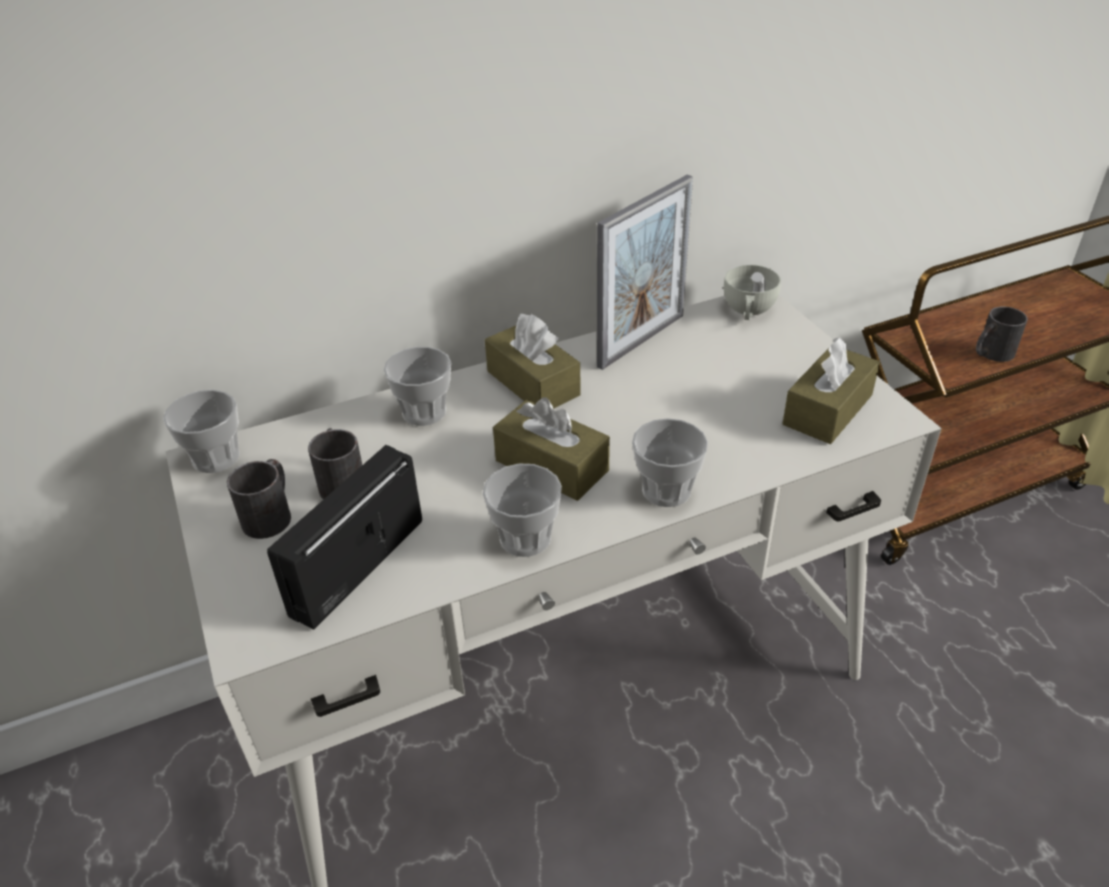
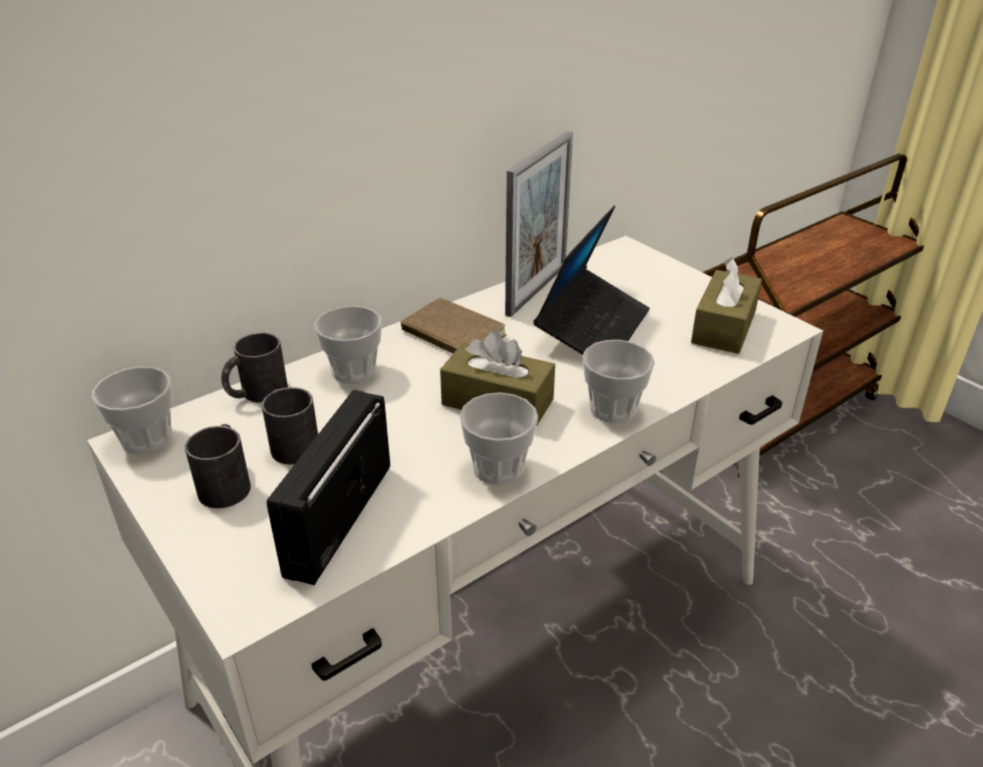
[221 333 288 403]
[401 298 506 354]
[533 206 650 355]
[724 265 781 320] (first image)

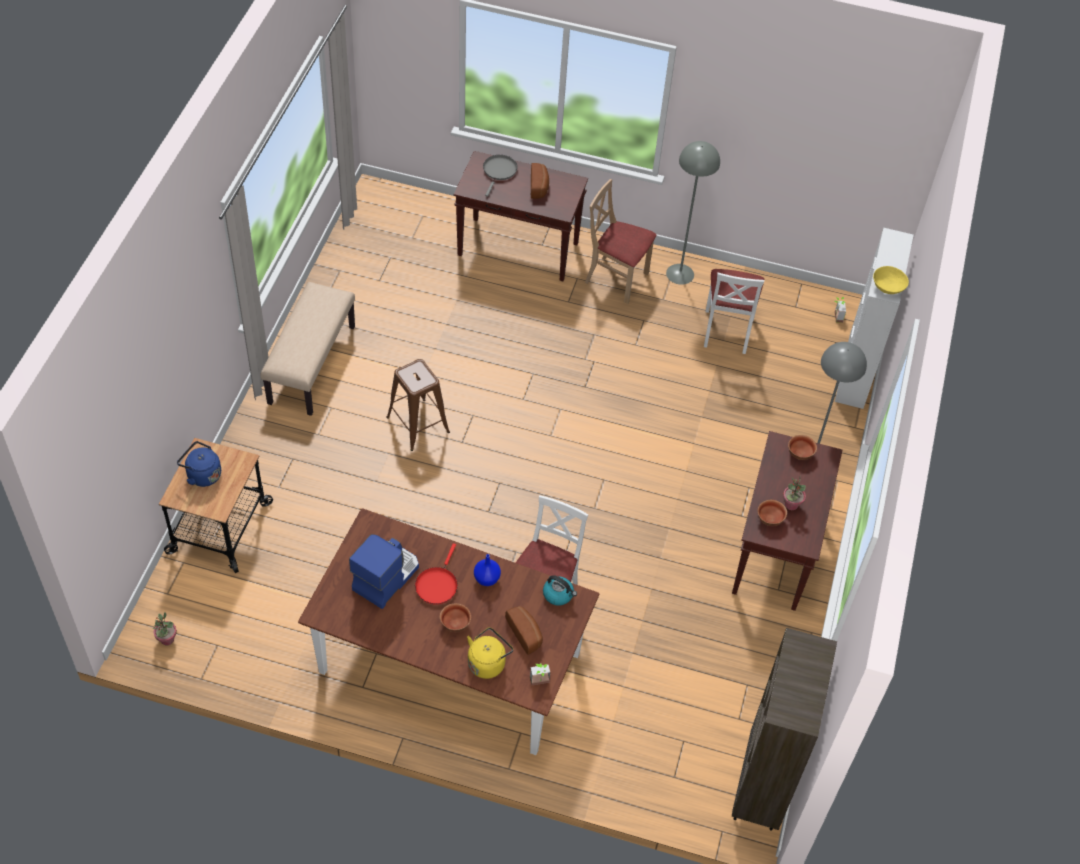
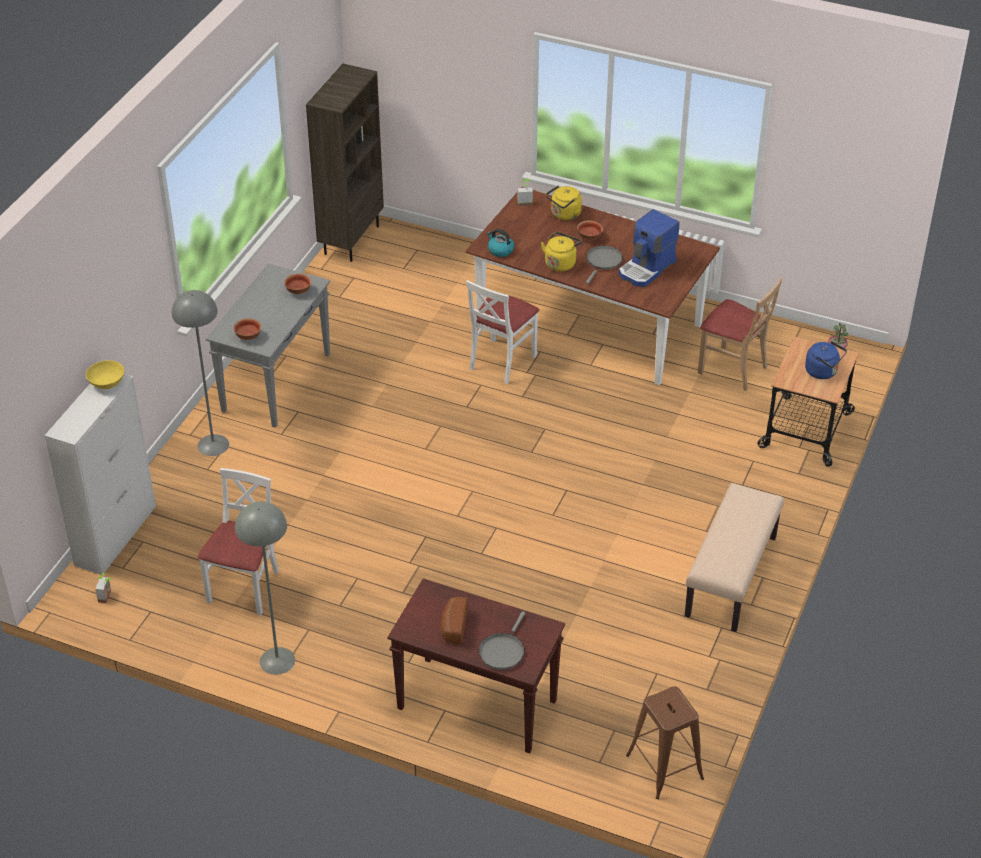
[206 264 330 428]
[541 232 582 272]
[586 246 623 284]
[626 686 704 799]
[698 277 783 391]
[505 606 543 655] (first image)
[783 475 806 510] (first image)

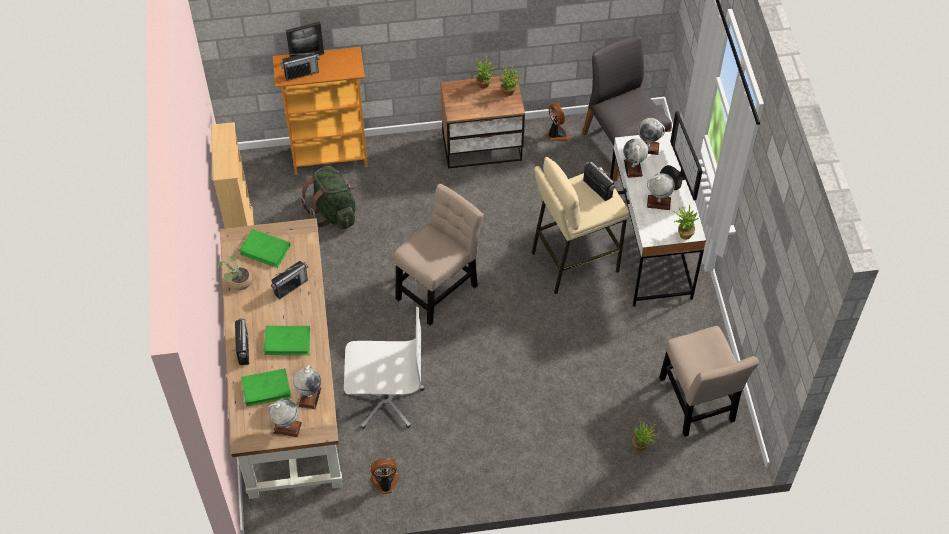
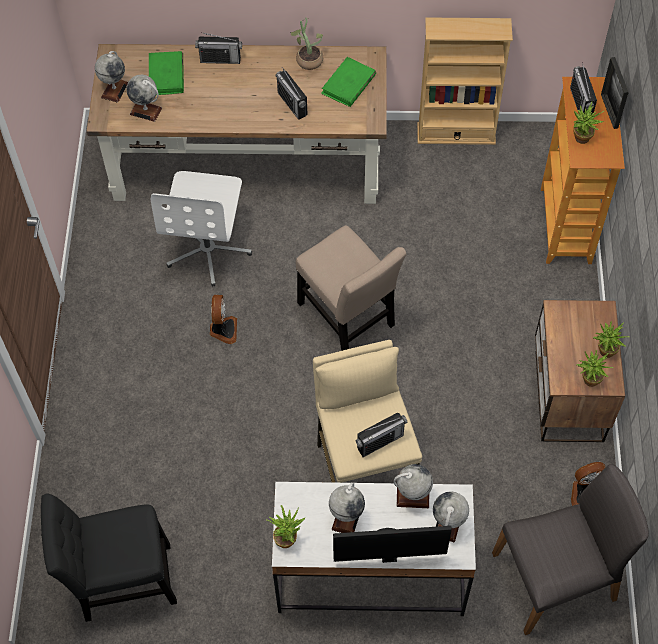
[41 493 177 622]
[210 295 237 344]
[573 102 604 144]
[264 326 310 355] (first image)
[300 166 356 230] (first image)

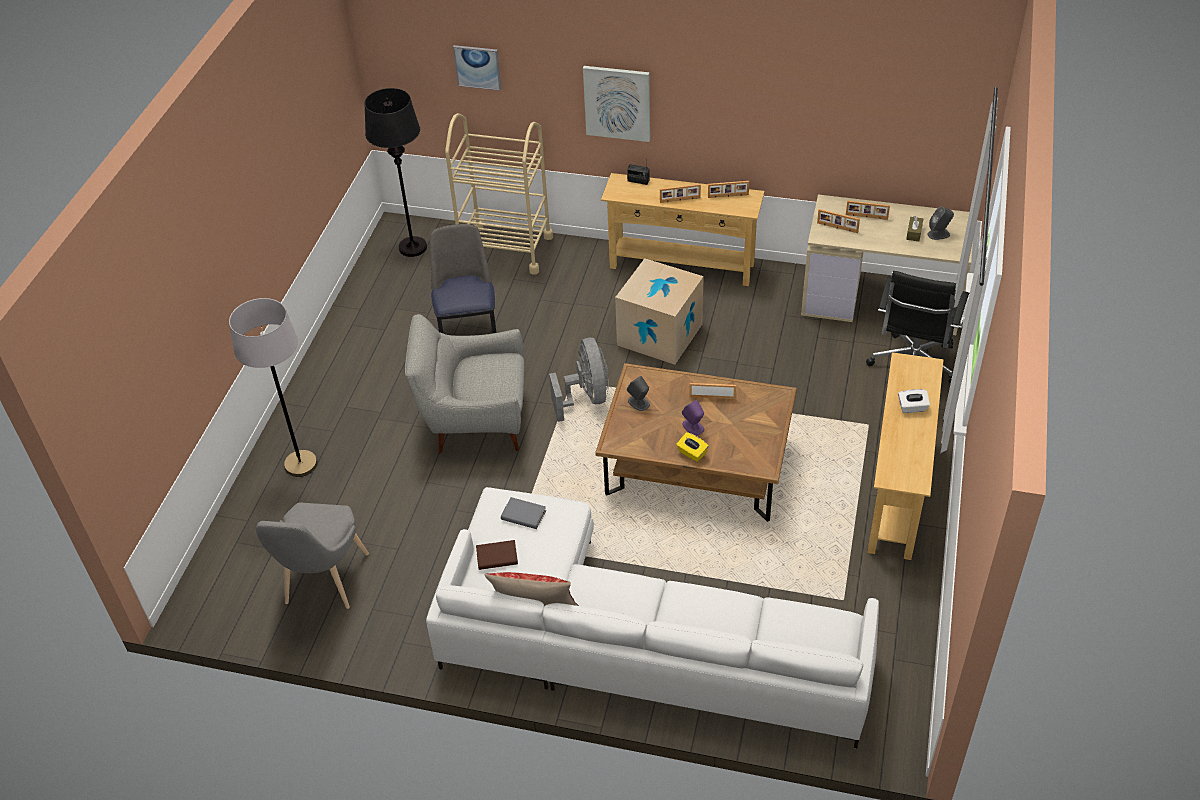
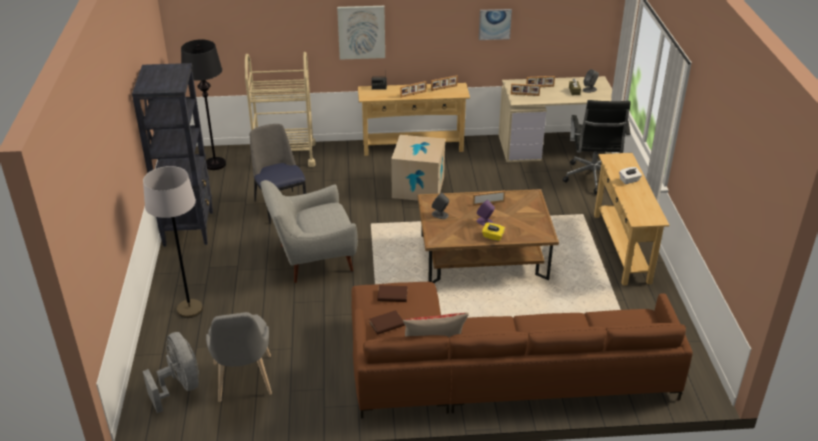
[132 63 213 247]
[143 332 199 413]
[351 282 693 418]
[377 285 408 302]
[479 9 512 40]

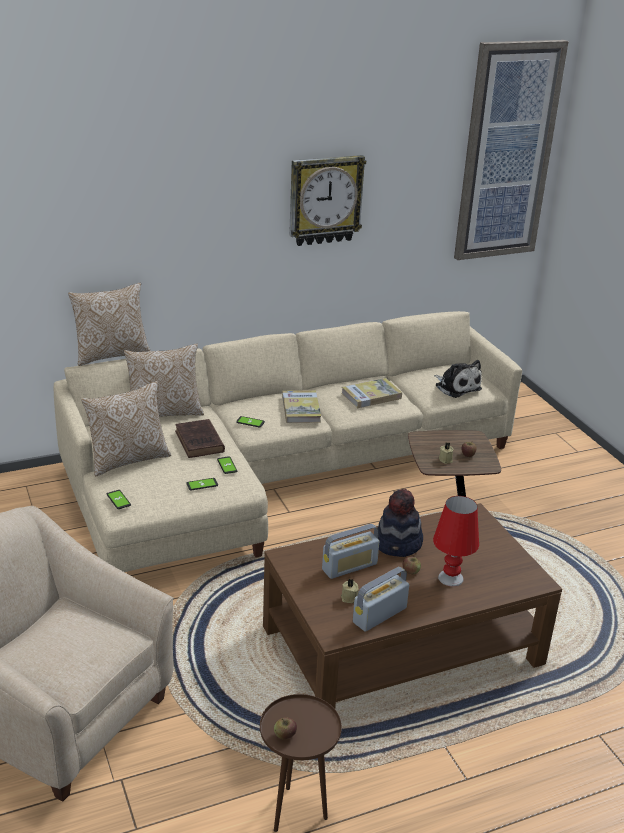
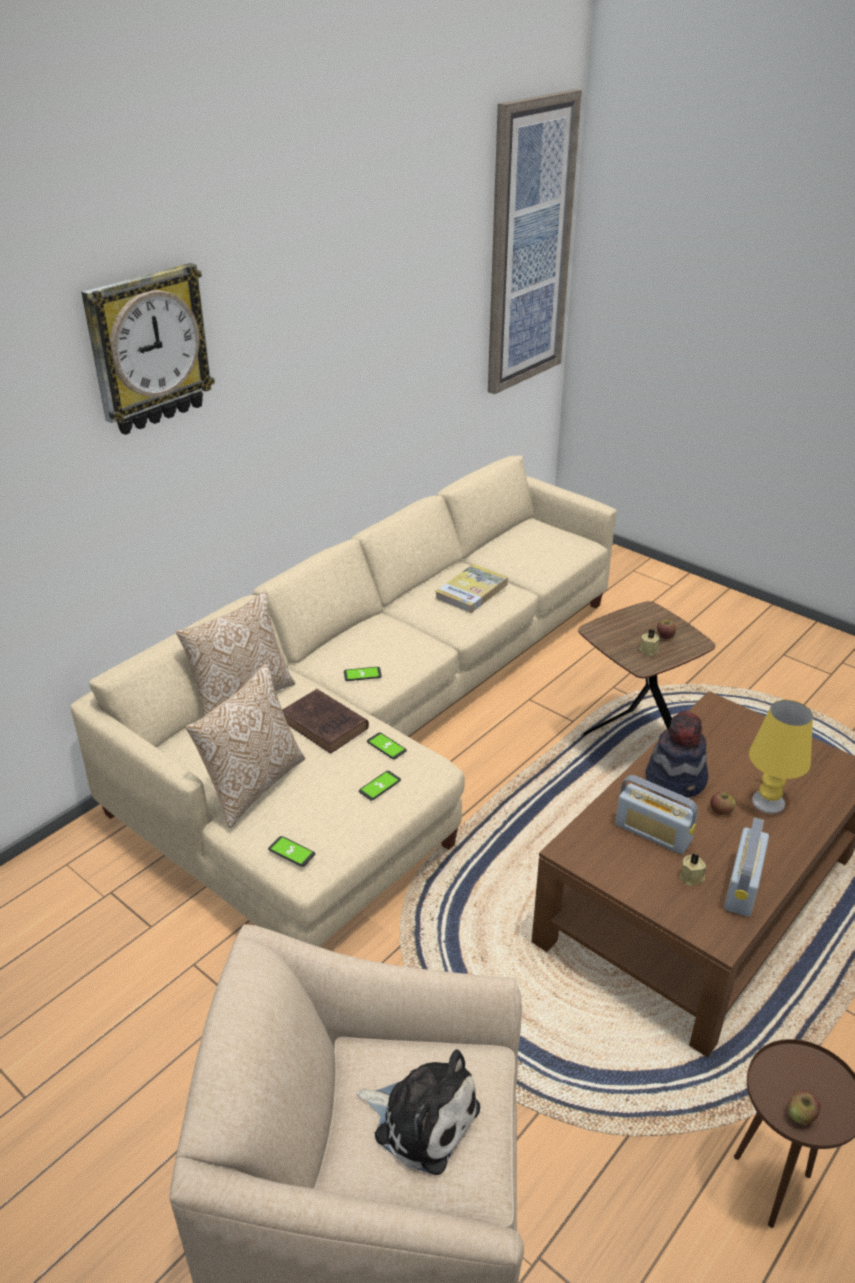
[81 263 215 435]
[357 1049 480 1175]
[615 775 698 855]
[749 700 813 814]
[68 283 151 366] (first image)
[282 390 321 423] (first image)

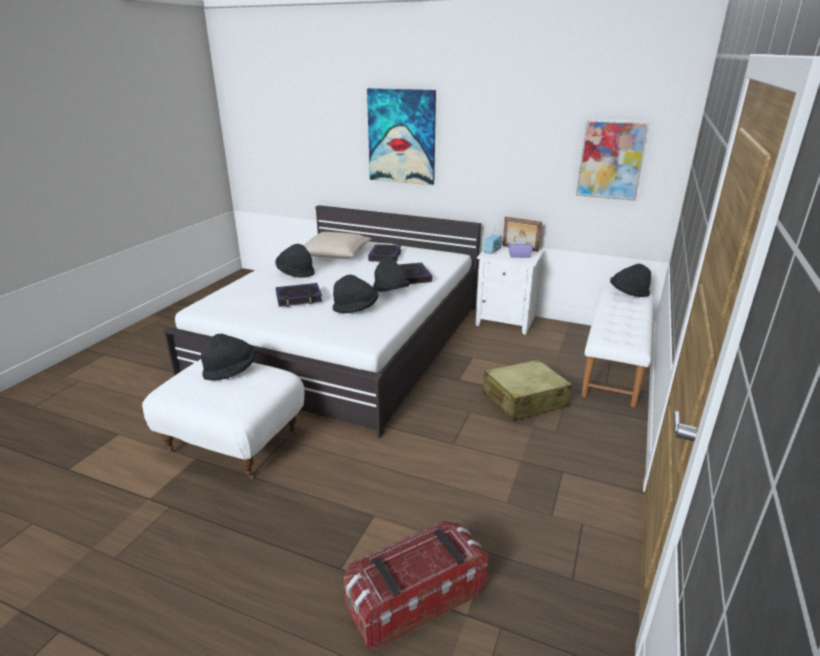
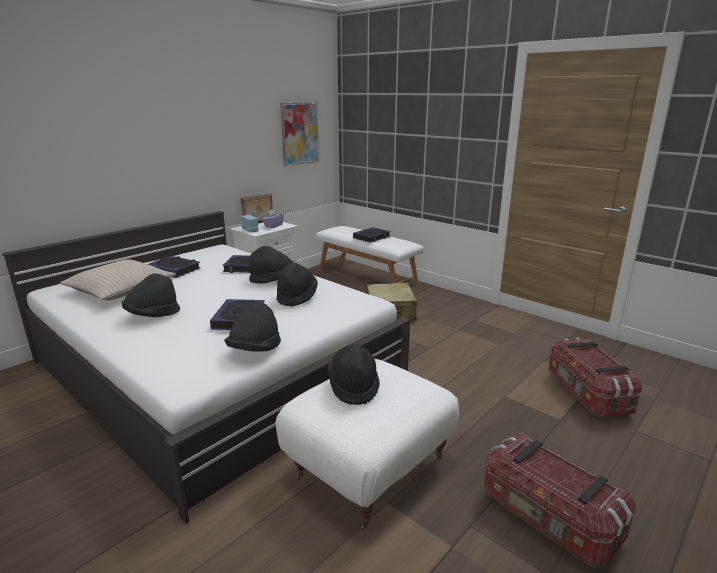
[225 301 281 352]
[353 227 390 243]
[484 433 636 566]
[367 88 436 185] (first image)

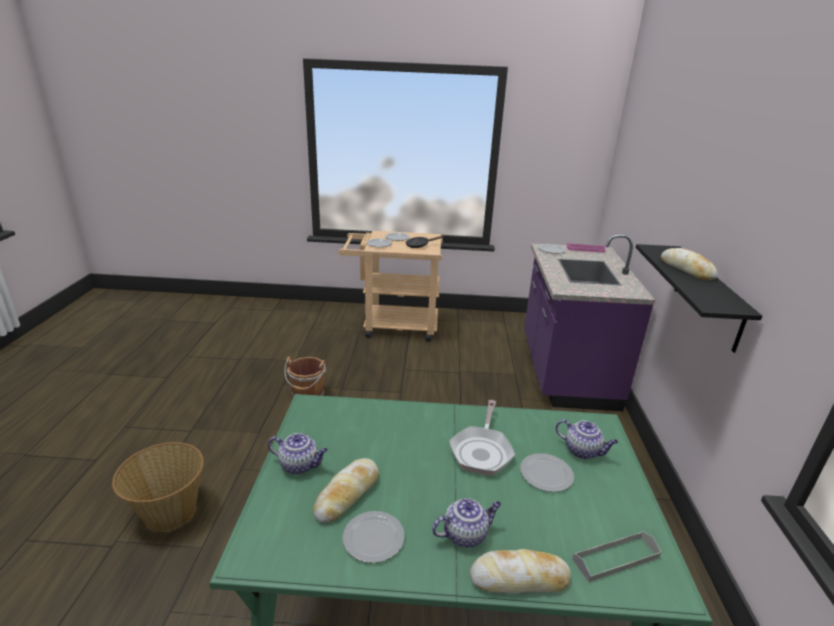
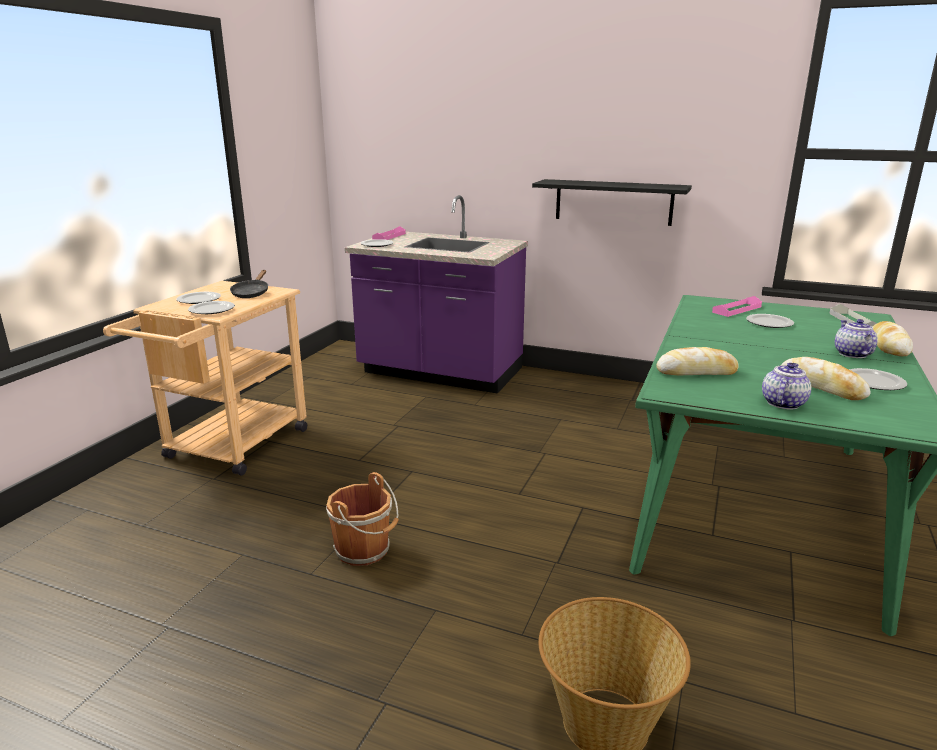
[656 347 739 375]
[712 296 762 317]
[449 400 516 476] (first image)

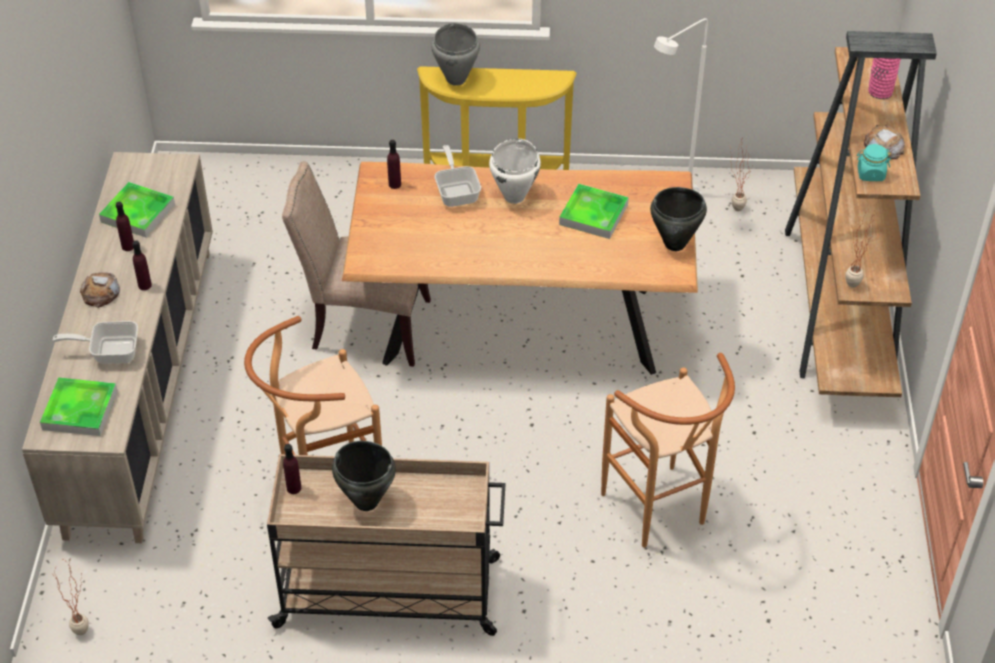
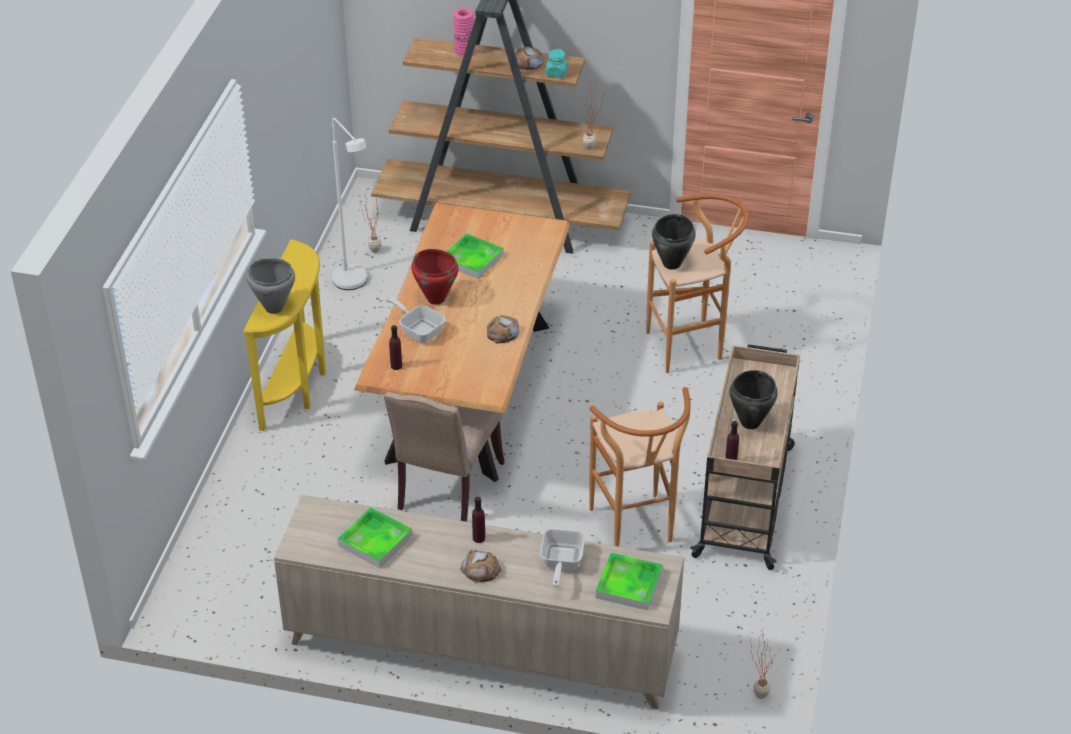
[385 297 445 343]
[412 249 458 305]
[487 315 519 343]
[652 214 696 270]
[116 202 134 251] (first image)

